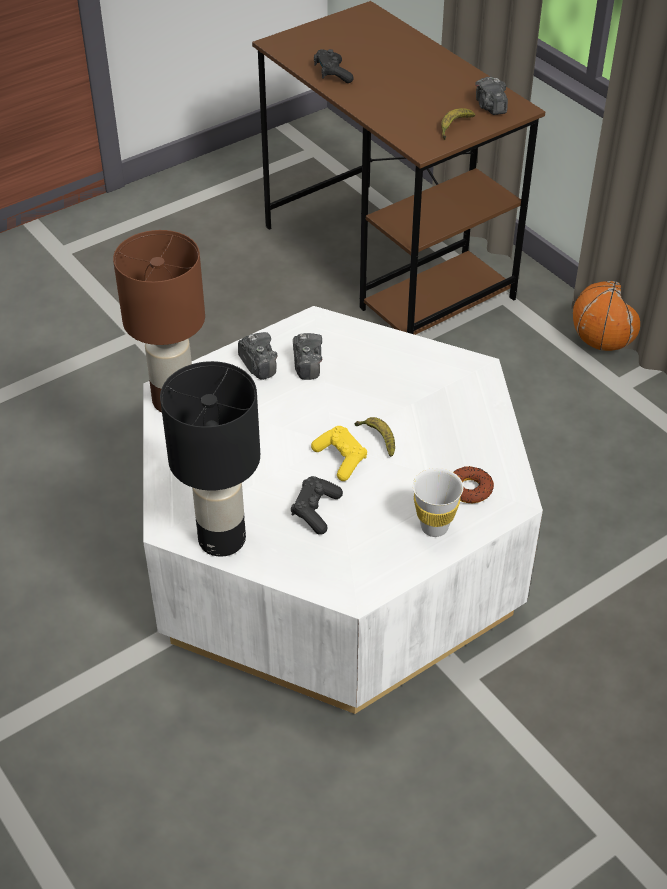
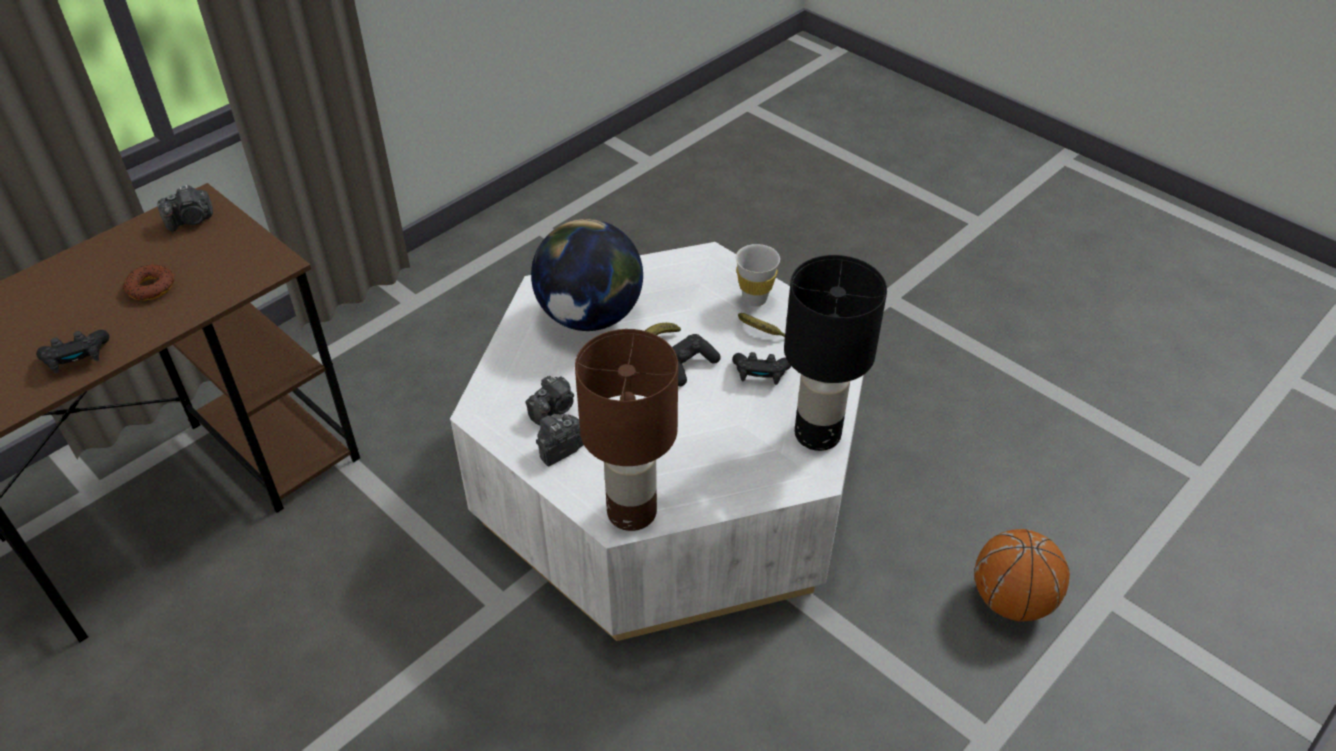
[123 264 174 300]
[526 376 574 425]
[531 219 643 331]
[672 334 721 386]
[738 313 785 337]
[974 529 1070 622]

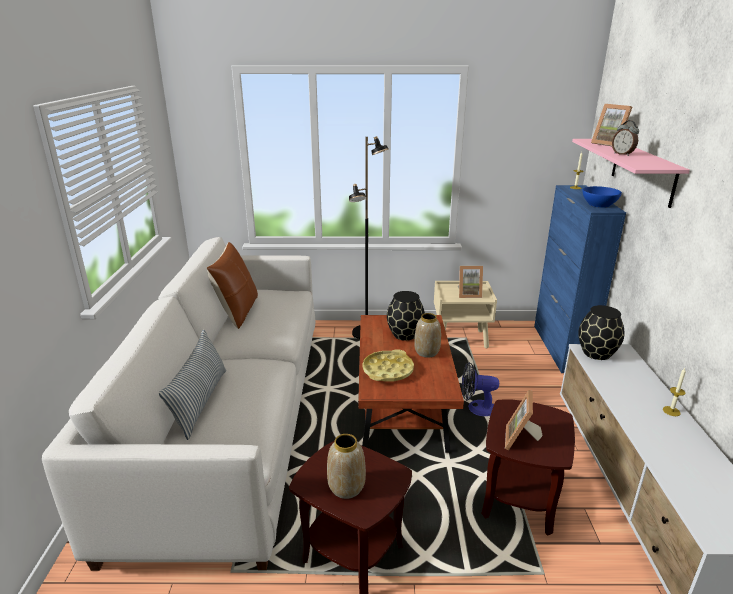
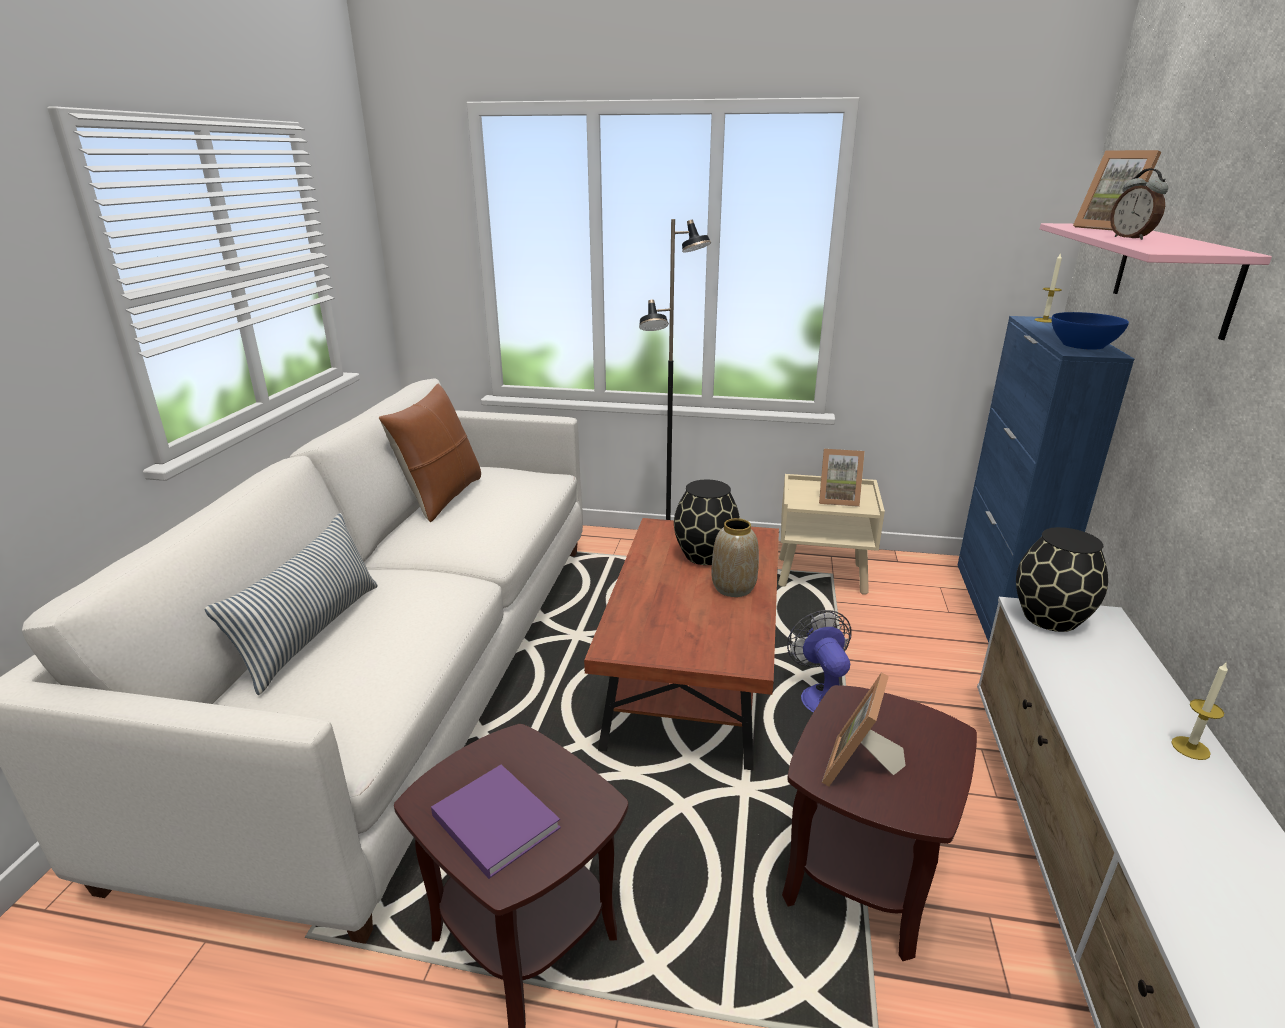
[431 764 561 879]
[787 610 851 713]
[363 349 414 382] (first image)

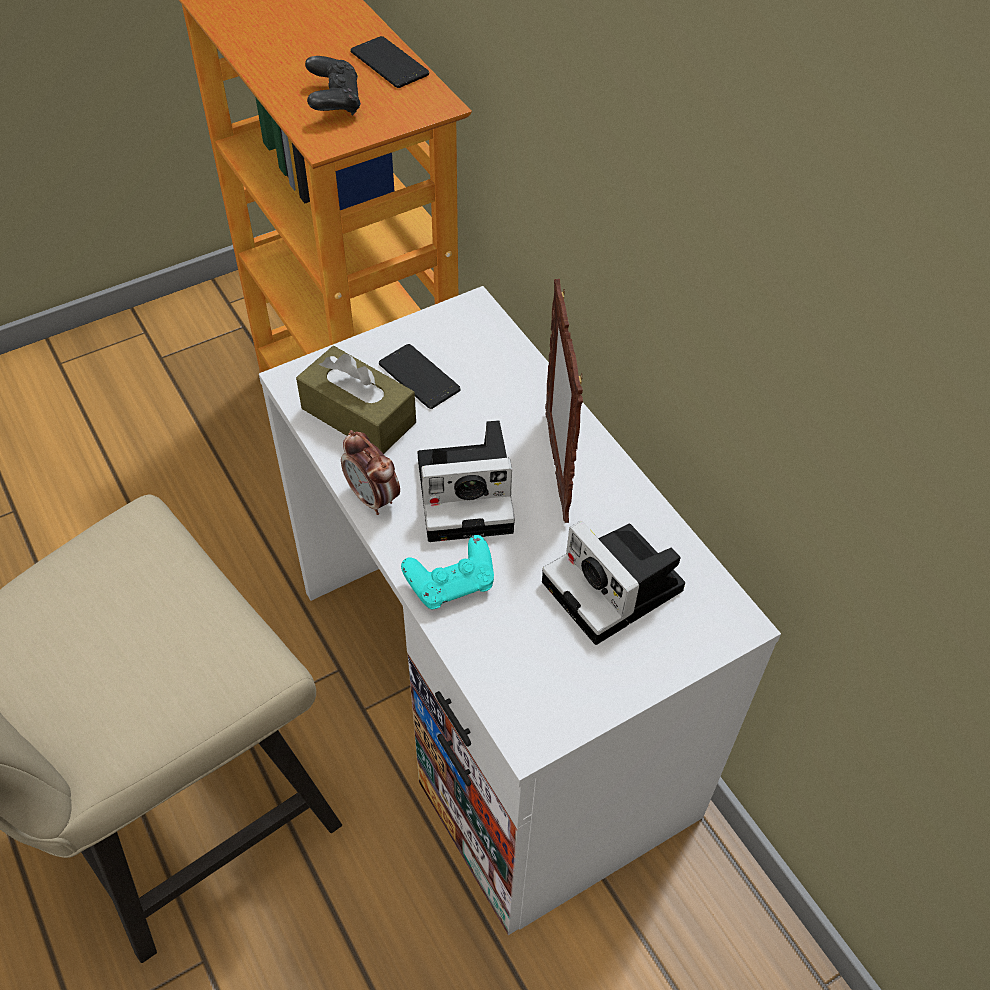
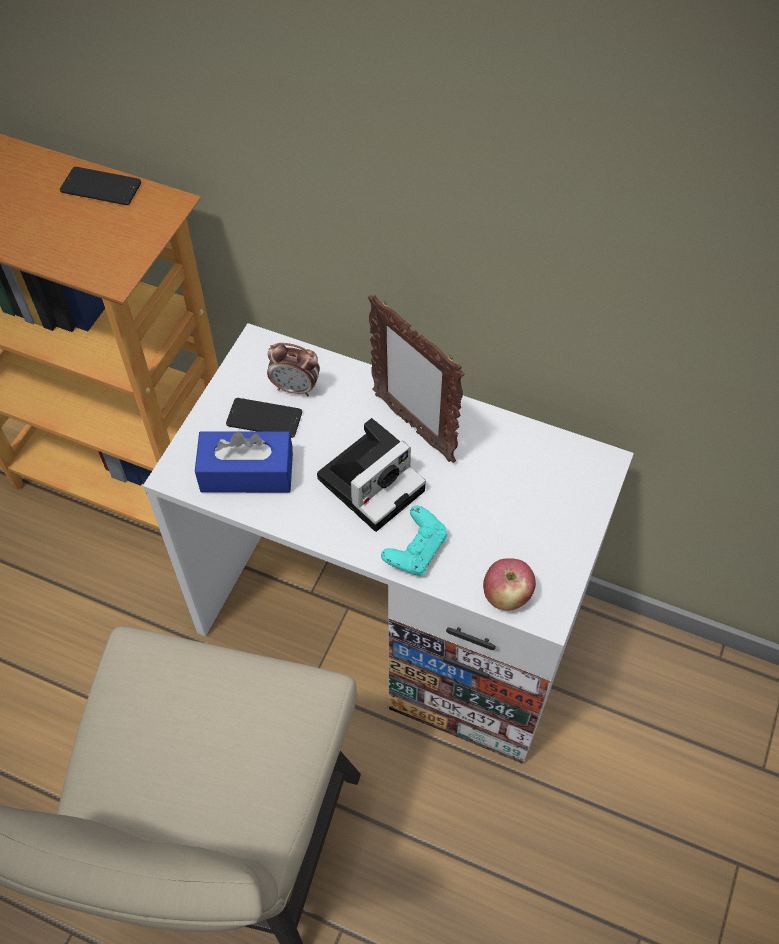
[195 431 293 493]
[267 343 320 396]
[483 558 536 611]
[305 56 361 115] (first image)
[542 521 685 645] (first image)

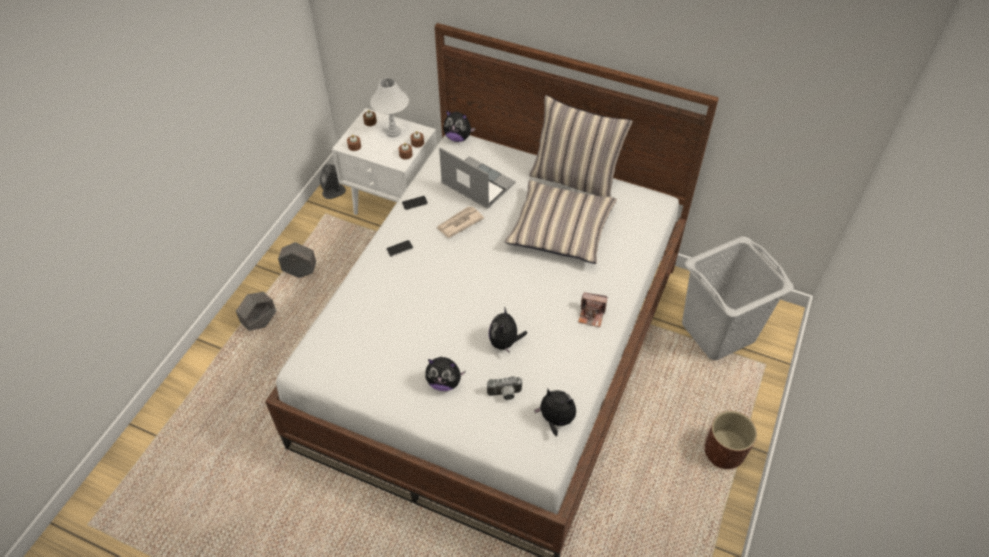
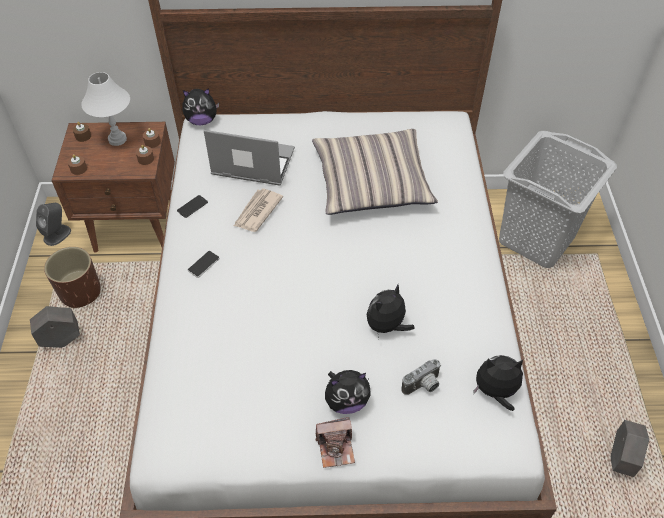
[44 247 101 308]
[51 122 175 252]
[315 417 355 468]
[366 285 415 338]
[611 420 649 477]
[529 95 633 197] (first image)

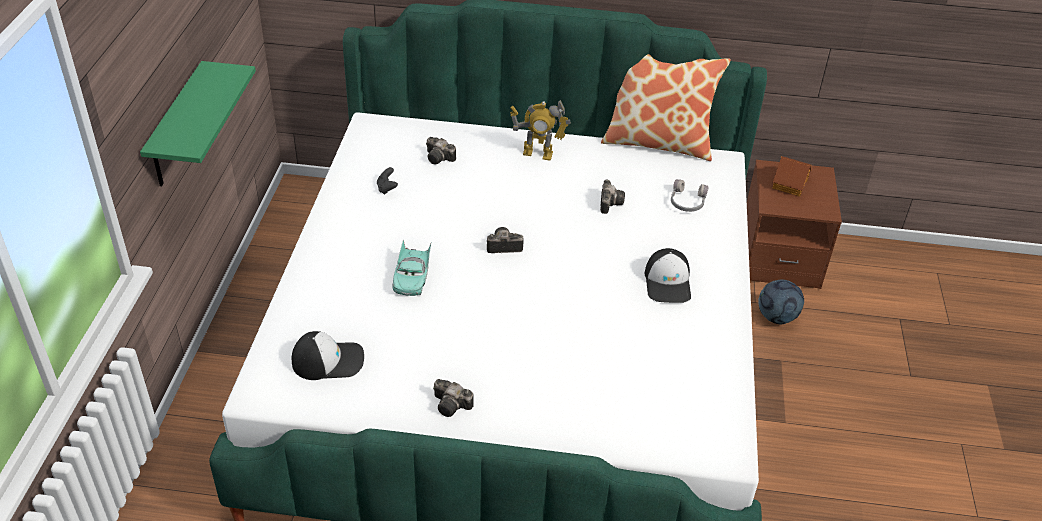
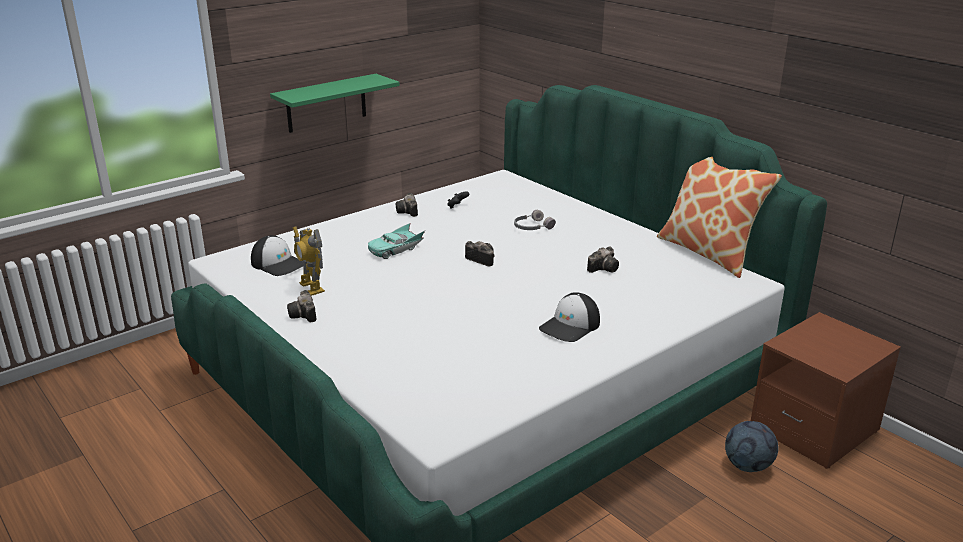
[293 226 325 296]
[396 193 418 217]
[514 210 556 230]
[773 156 812 196] (first image)

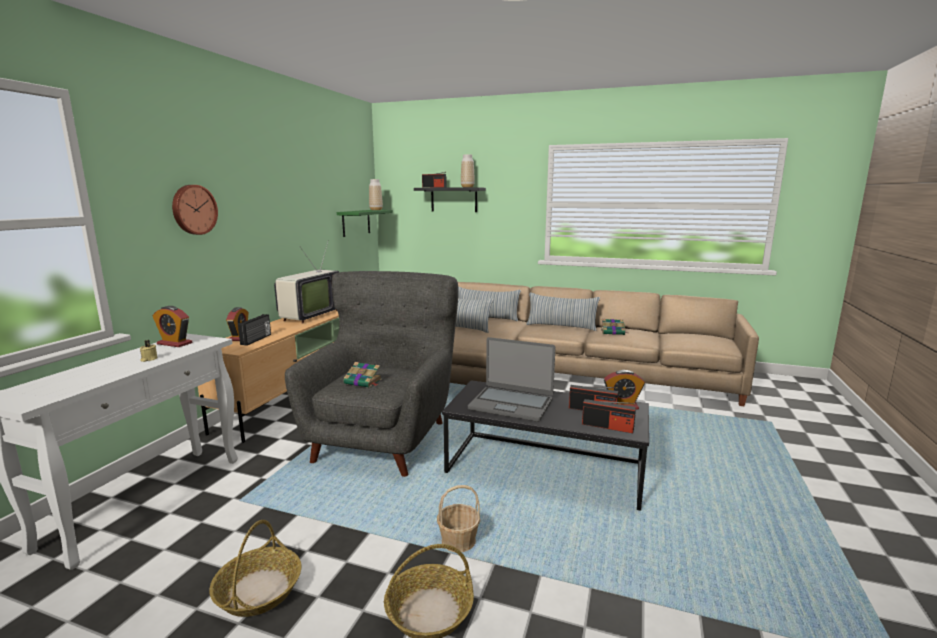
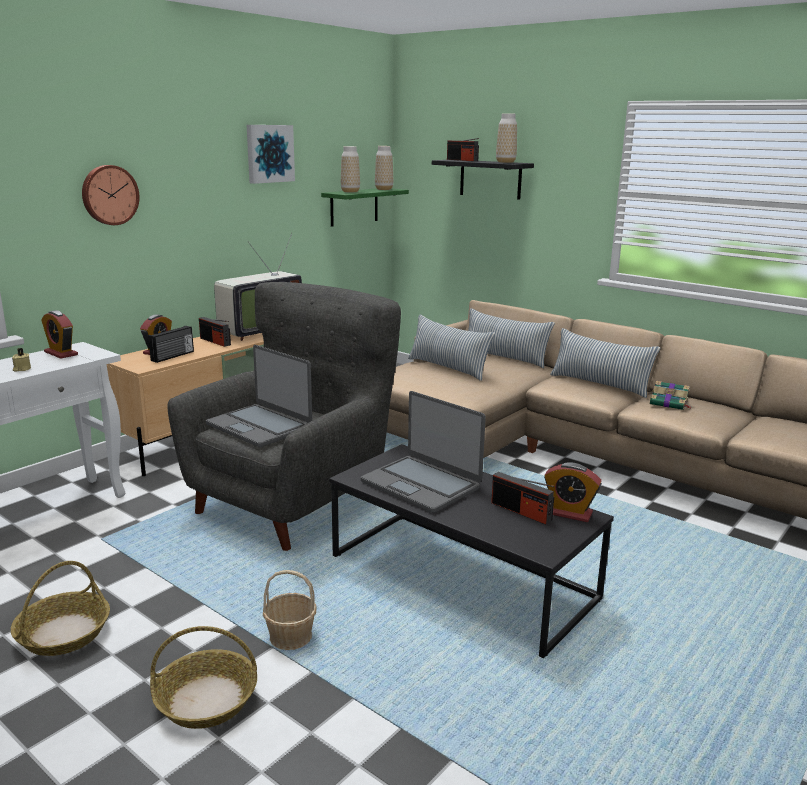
[199 317 231 347]
[206 345 312 447]
[247 125 295 184]
[341 146 360 193]

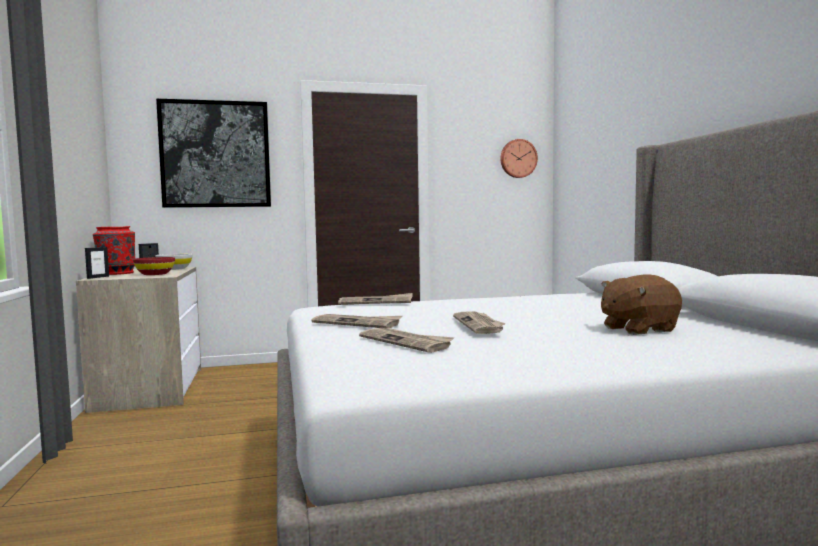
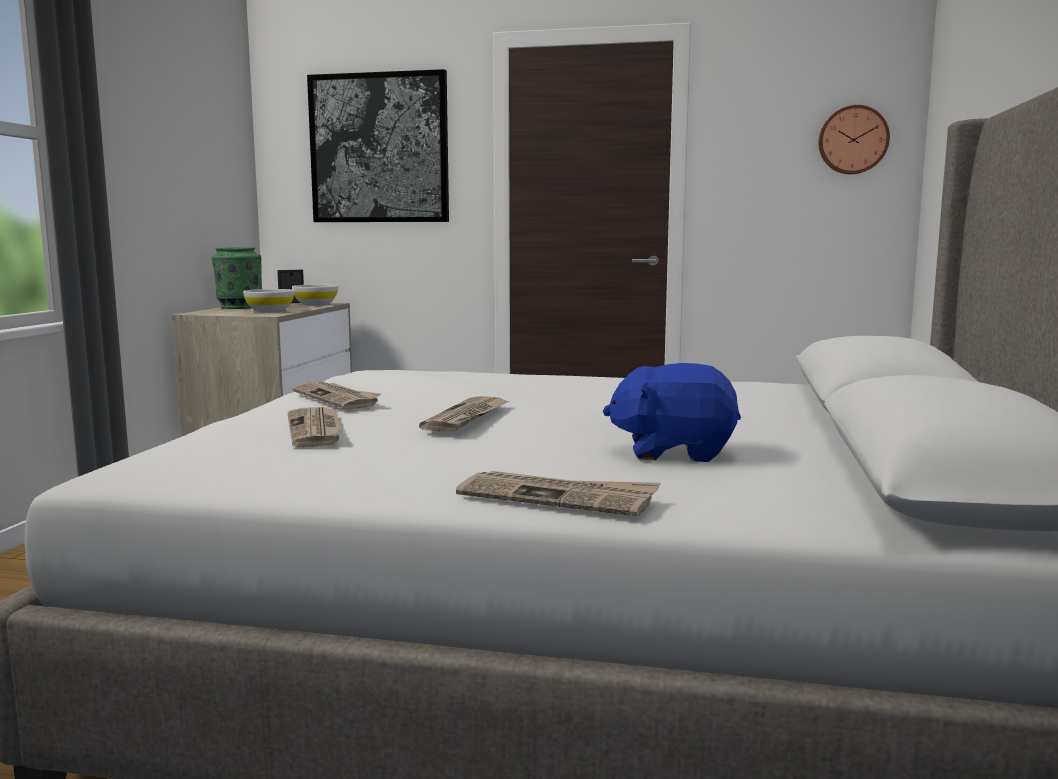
[211 247 262 309]
[243 289 295 312]
[456 471 660 517]
[603 363 741 462]
[85 247 109 279] (first image)

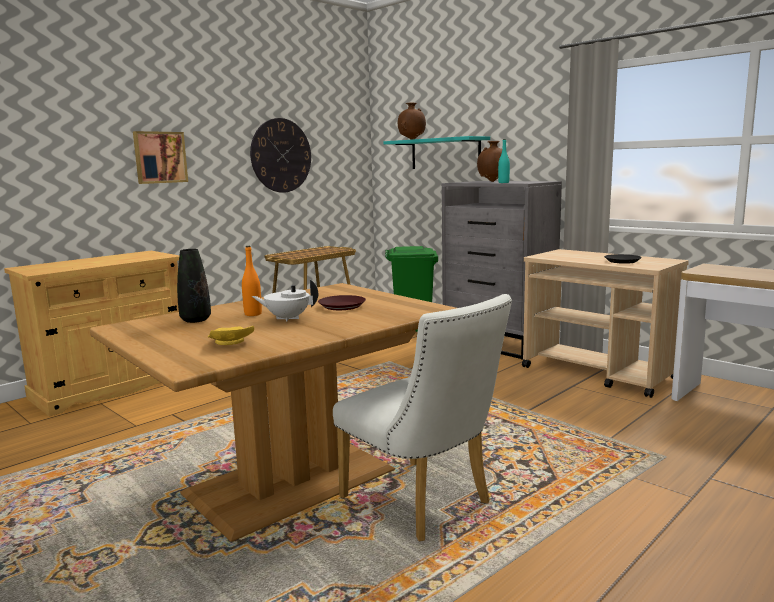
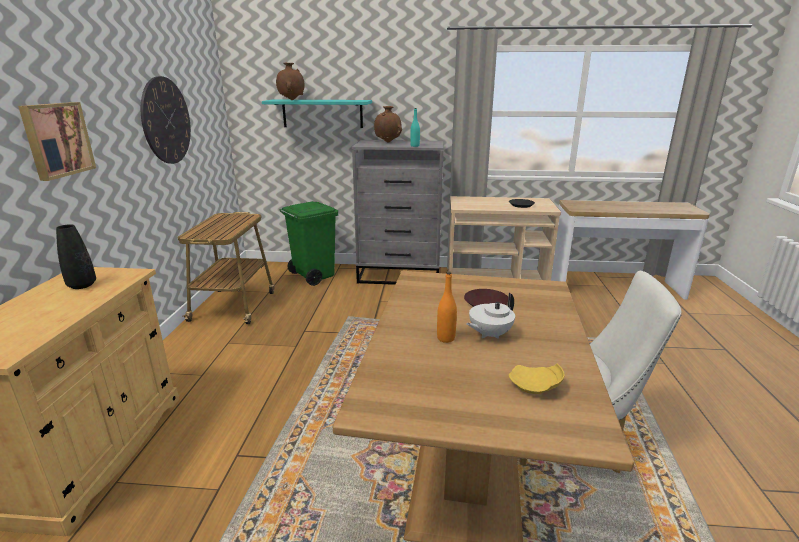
[56 224 96 289]

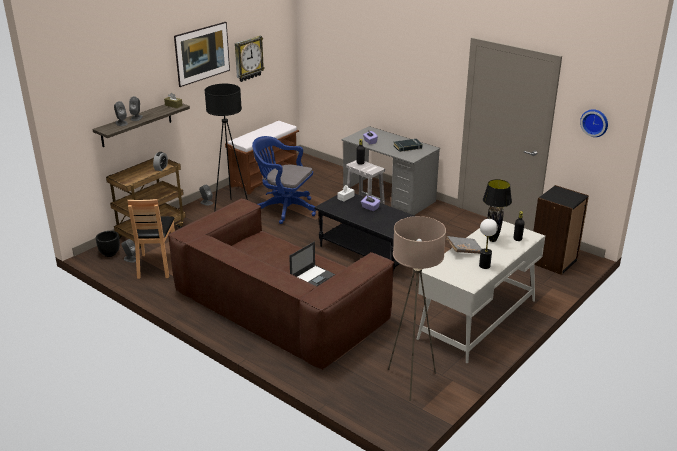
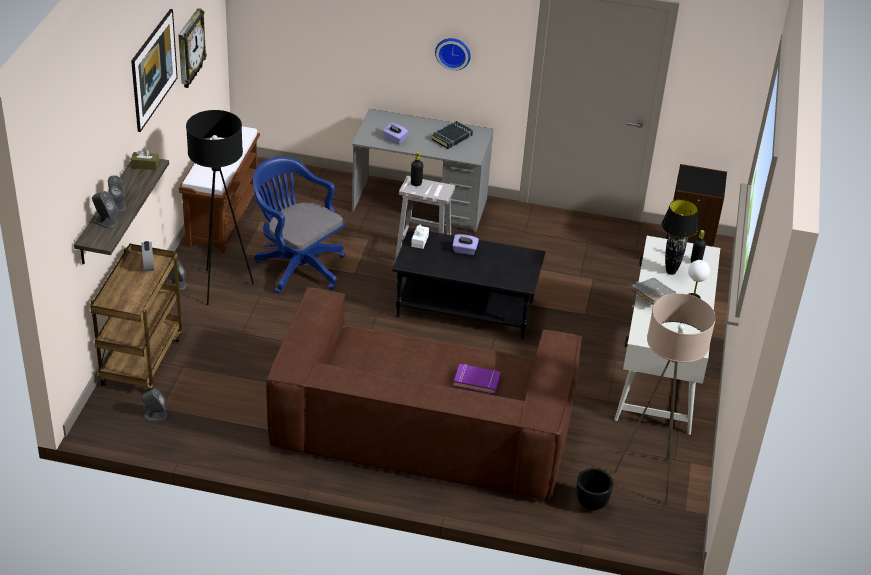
[253 157 345 294]
[435 38 471 71]
[453 364 500 395]
[576 468 613 511]
[127 199 175 279] (first image)

